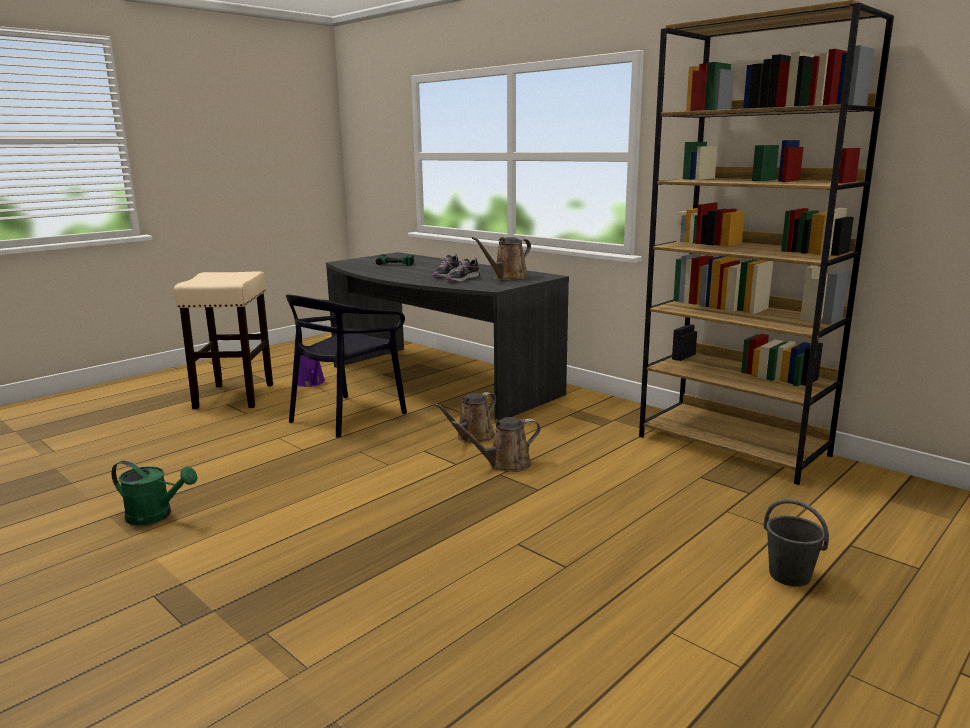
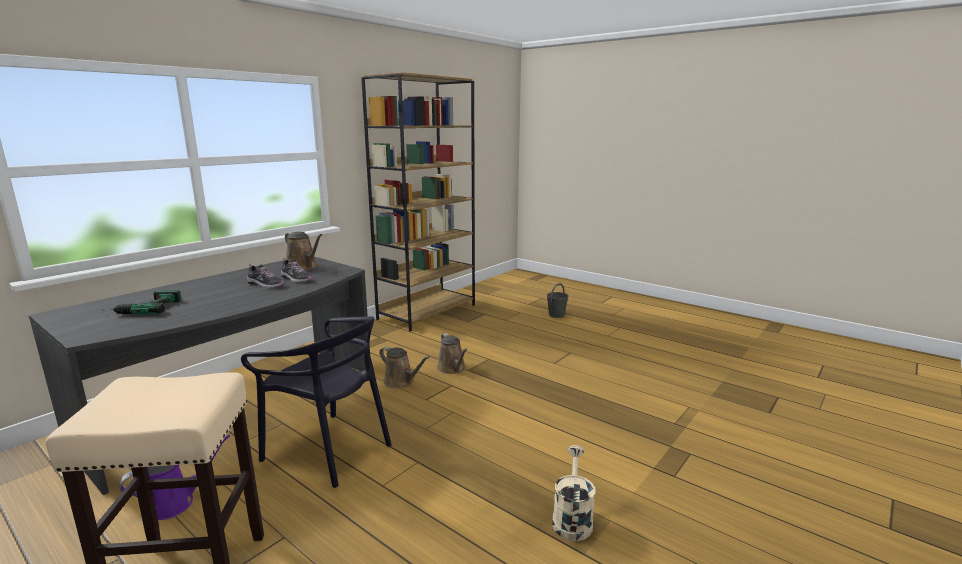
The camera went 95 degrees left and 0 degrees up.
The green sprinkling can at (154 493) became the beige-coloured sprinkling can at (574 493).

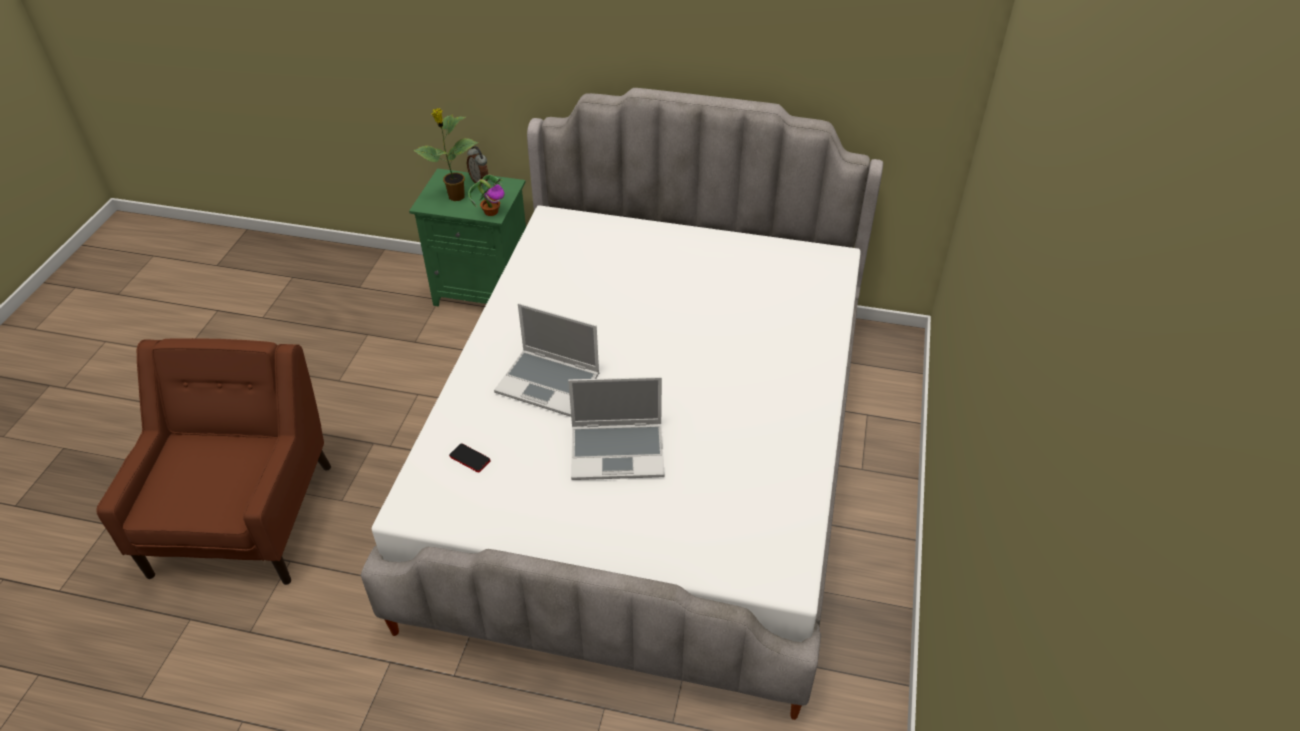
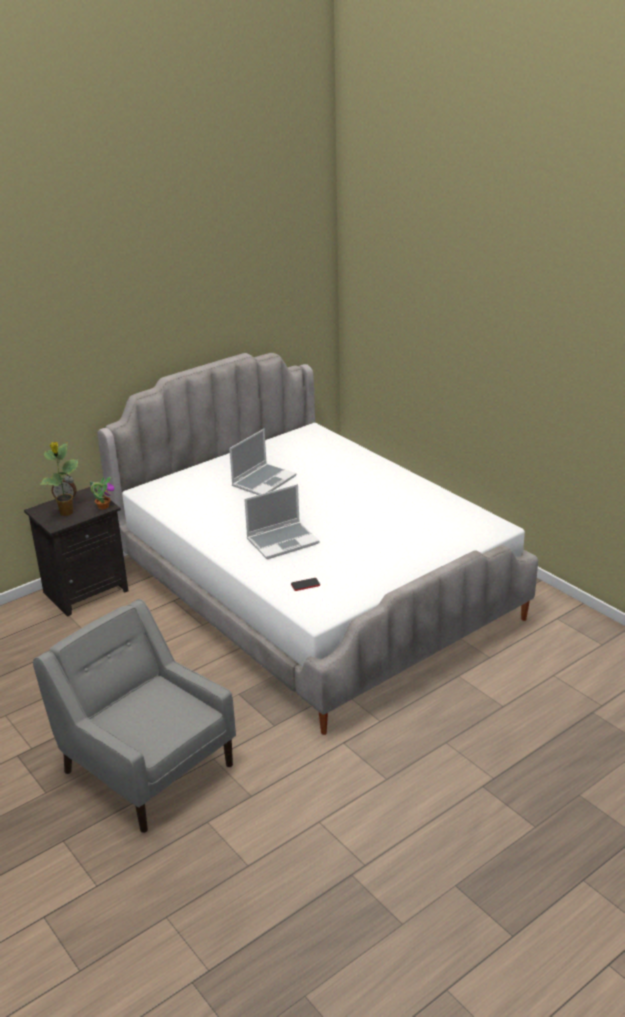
The camera went 50 degrees left and 15 degrees down.
The green night table at (467 237) became the black night table at (76 552).
The brownish easy chair at (213 461) became the greyish easy chair at (134 716).
The portable computer moved from (616 428) to (262 462).

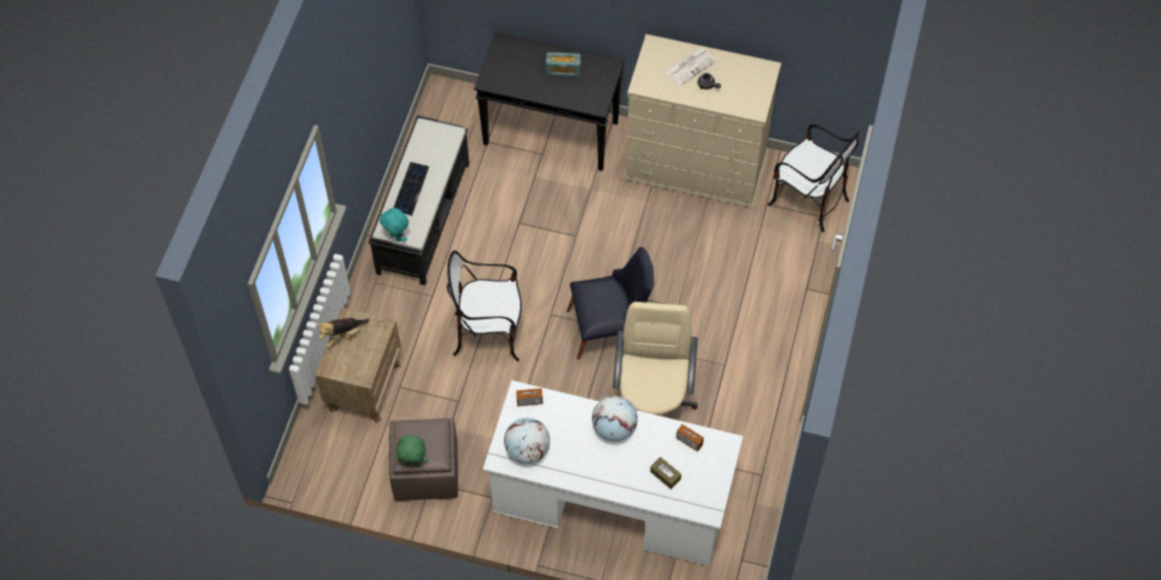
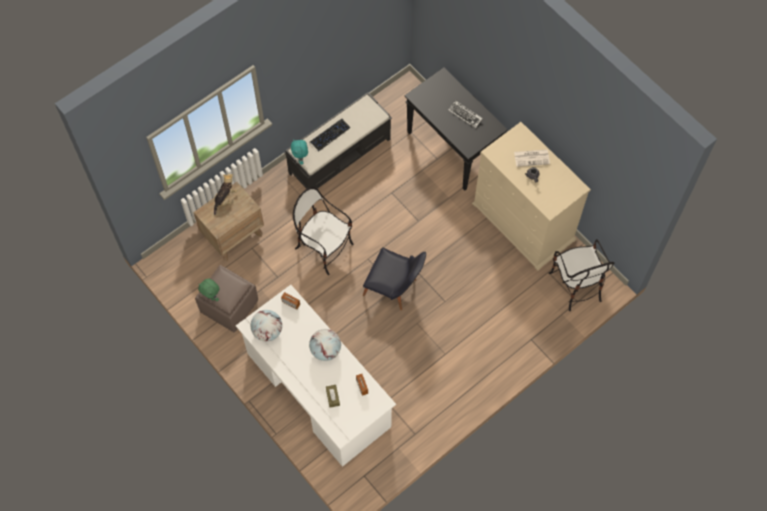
The camera went 35 degrees right and 5 degrees up.
The cuddly toy at (343 333) turned 120 degrees clockwise.
The radio at (563 64) was replaced by the computer keyboard at (465 114).
The beige-coloured office chair at (655 359) disappeared.

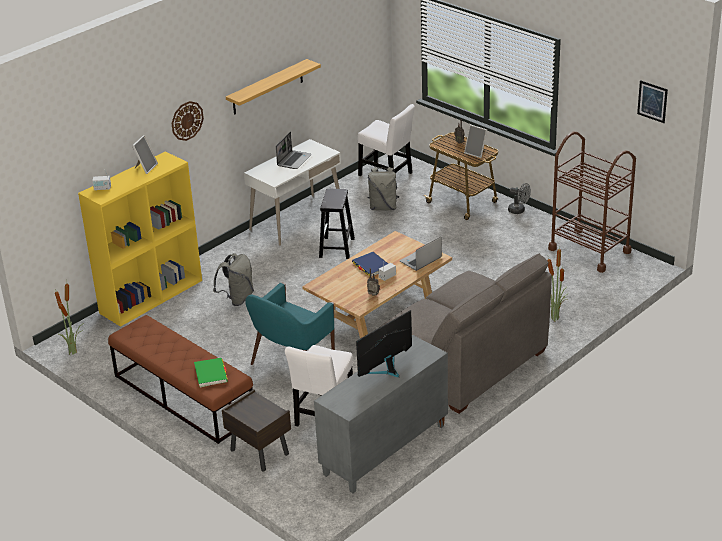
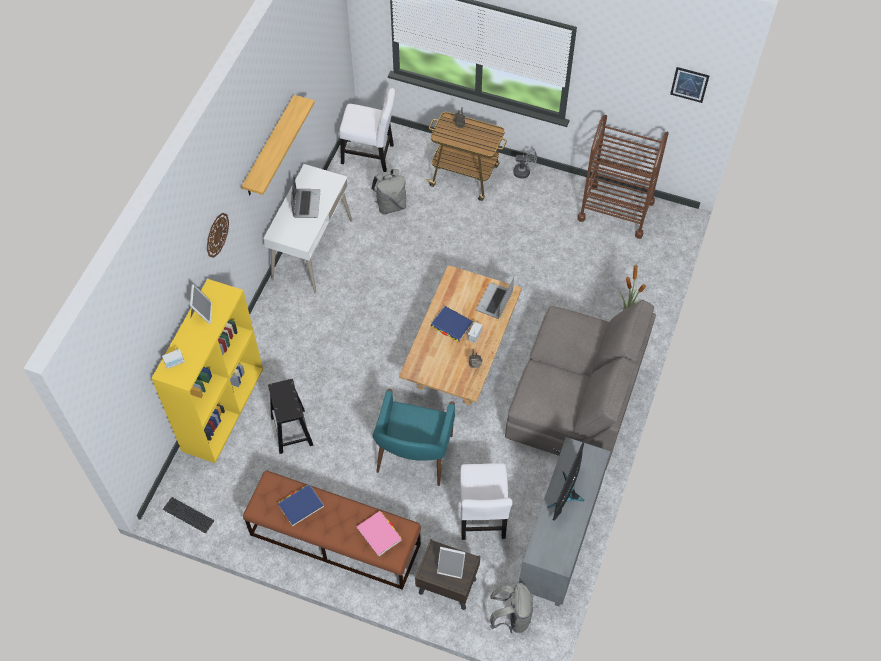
The camera went 25 degrees left and 25 degrees up.
The houseplant at (69 319) was replaced by the computer keyboard at (189 515).
The black stool moved from (337 223) to (290 416).
The bluish book at (301 505) appeared.
The green book at (211 373) became the pinkish book at (379 534).
The standing frame moved from (475 141) to (451 563).
The greyish knapsack moved from (233 279) to (511 608).

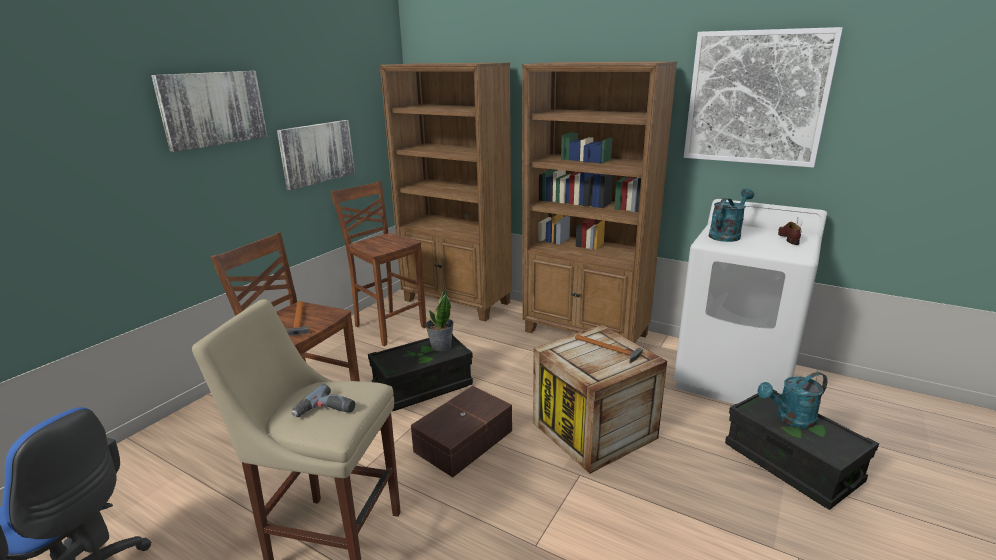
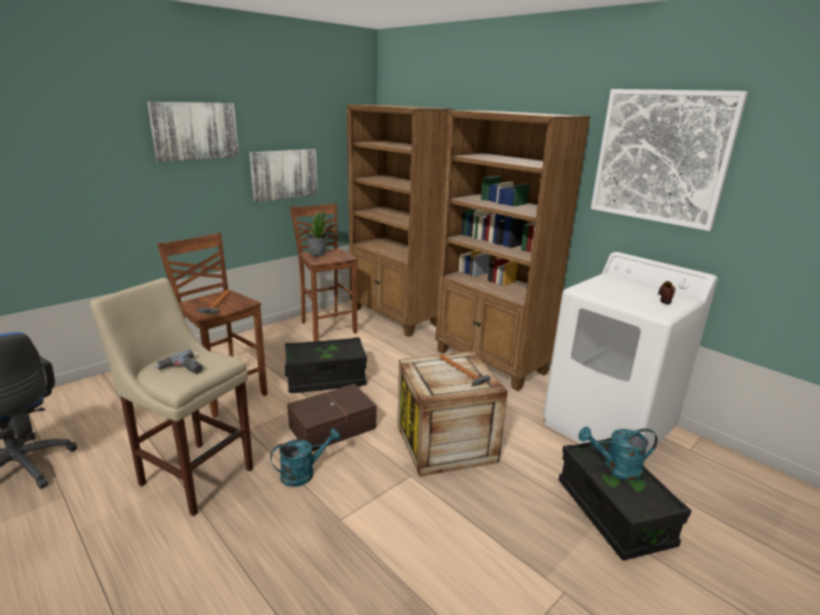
The camera went 15 degrees right and 0 degrees up.
The blue-green sprinkling can moved from (731 215) to (305 457).
The houseplant moved from (439 319) to (316 233).

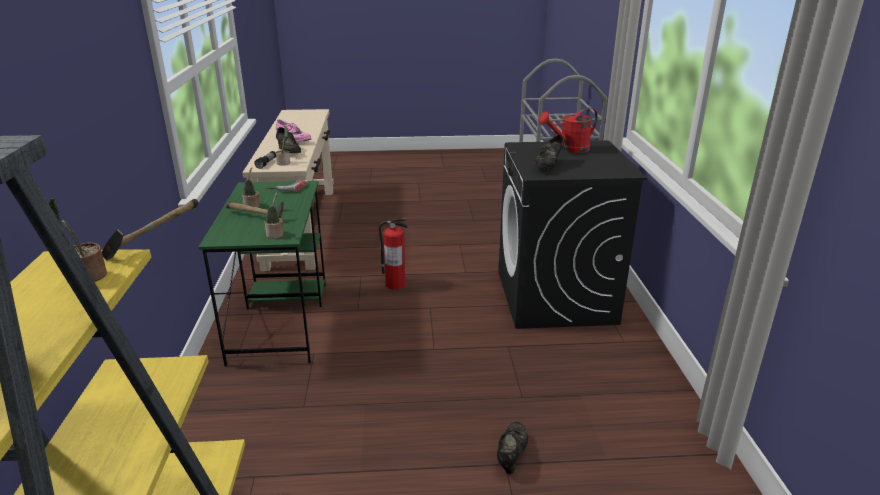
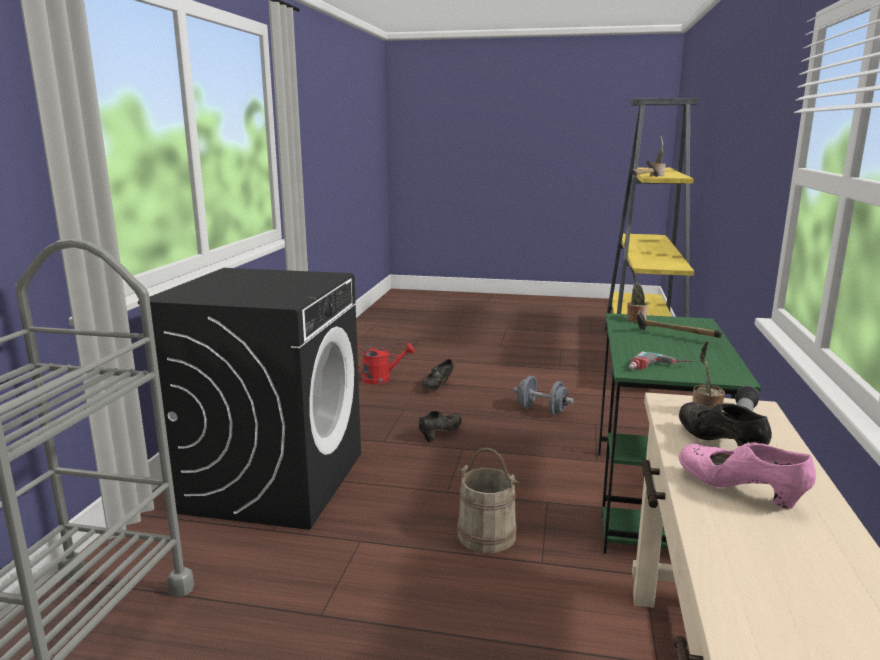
The camera went 165 degrees left and 10 degrees down.
The red-coloured sprinkling can moved from (568 130) to (386 363).
The black shoe moved from (549 152) to (440 426).
The fire extinguisher at (393 254) was replaced by the beige-coloured pail at (488 500).
The greyish free weight at (543 395) appeared.
The houseplant at (251 187) disappeared.

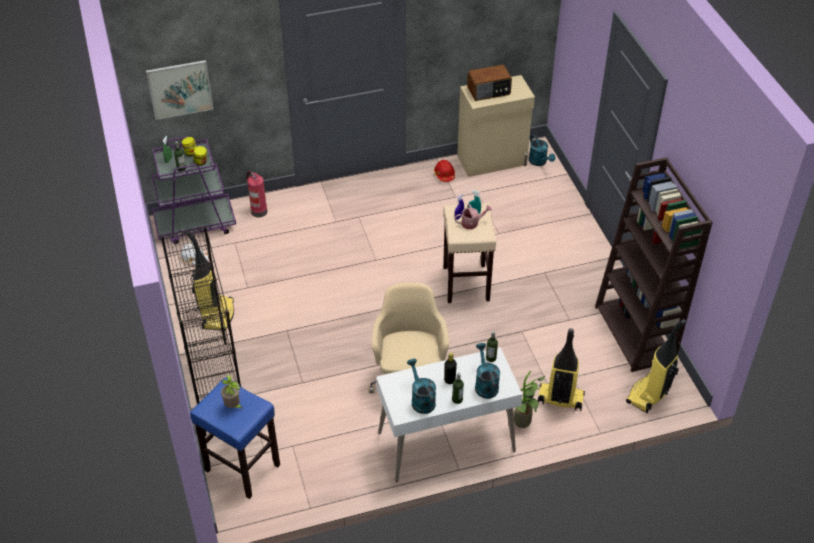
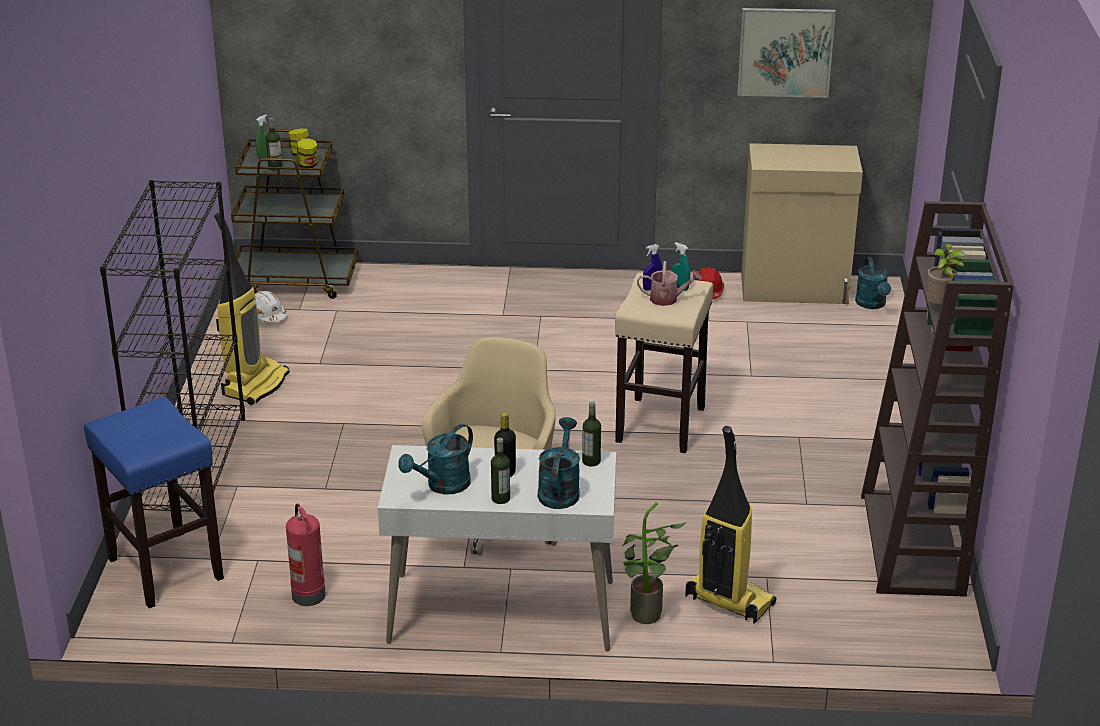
The camera went 20 degrees right and 15 degrees down.
The purple cart at (194 190) became the brownish cart at (294 214).
The fire extinguisher moved from (257 194) to (306 554).
The blue-green sprinkling can at (421 386) turned 135 degrees counterclockwise.
The wall picture moved from (180 90) to (786 53).
The houseplant moved from (232 392) to (945 275).
The radio at (489 82) disappeared.
The vacuum cleaner at (656 366) disappeared.

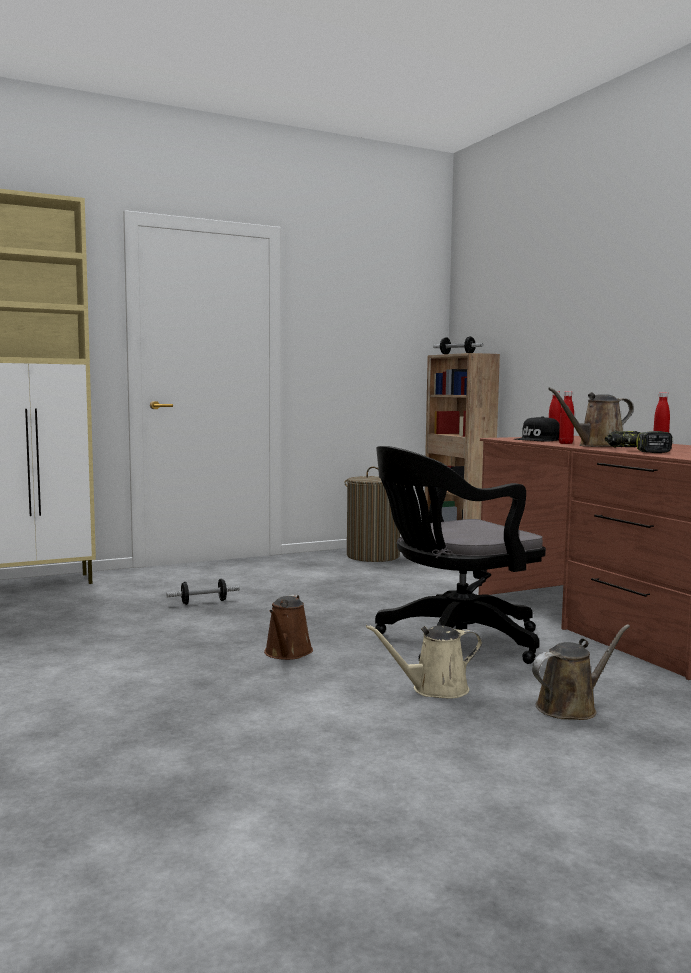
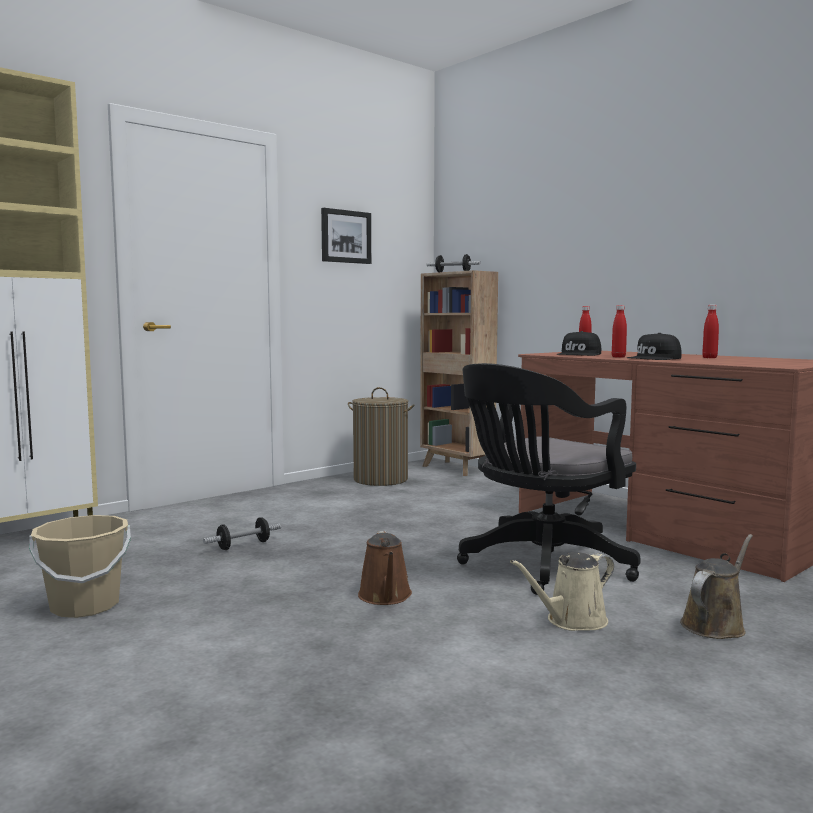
The camera went 15 degrees left and 0 degrees up.
The beige-coloured pail at (80 566) appeared.
The wall picture at (346 236) appeared.
The brownish sprinkling can at (591 417) was replaced by the black cap at (654 346).
The drill at (638 442) disappeared.

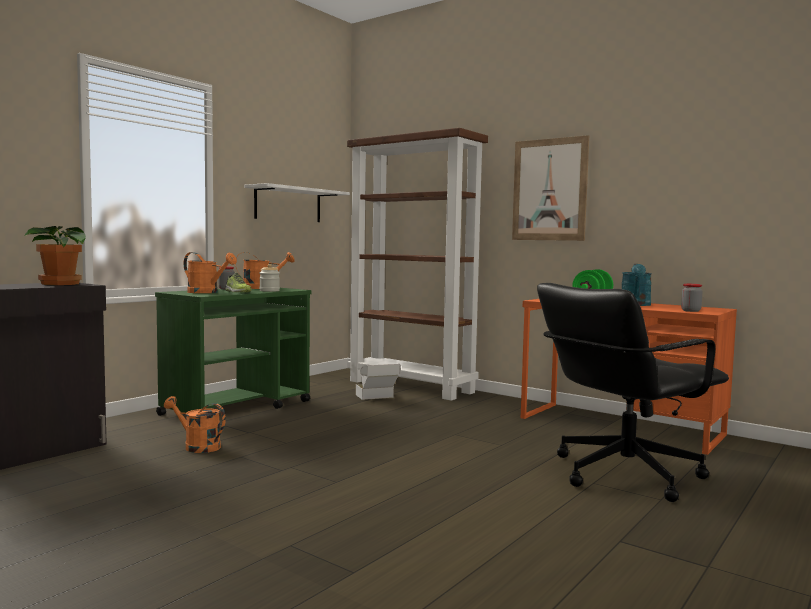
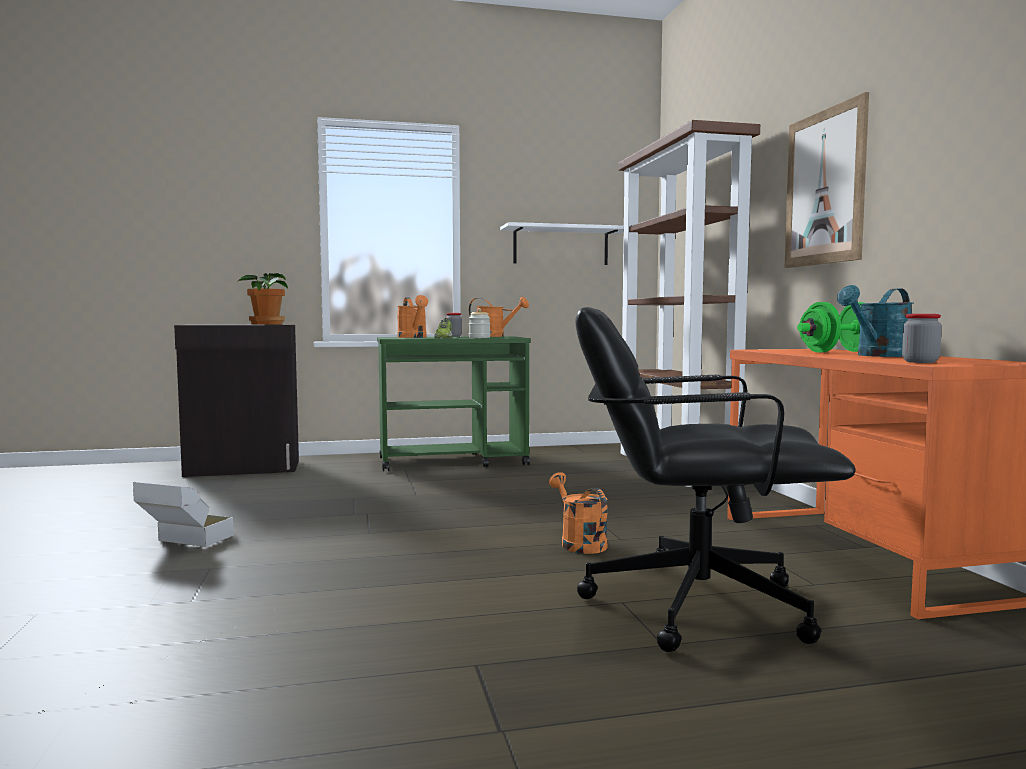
The camera went 40 degrees right and 0 degrees up.
The cardboard box moved from (378 382) to (183 514).
The orange sprinkling can moved from (195 424) to (578 513).

